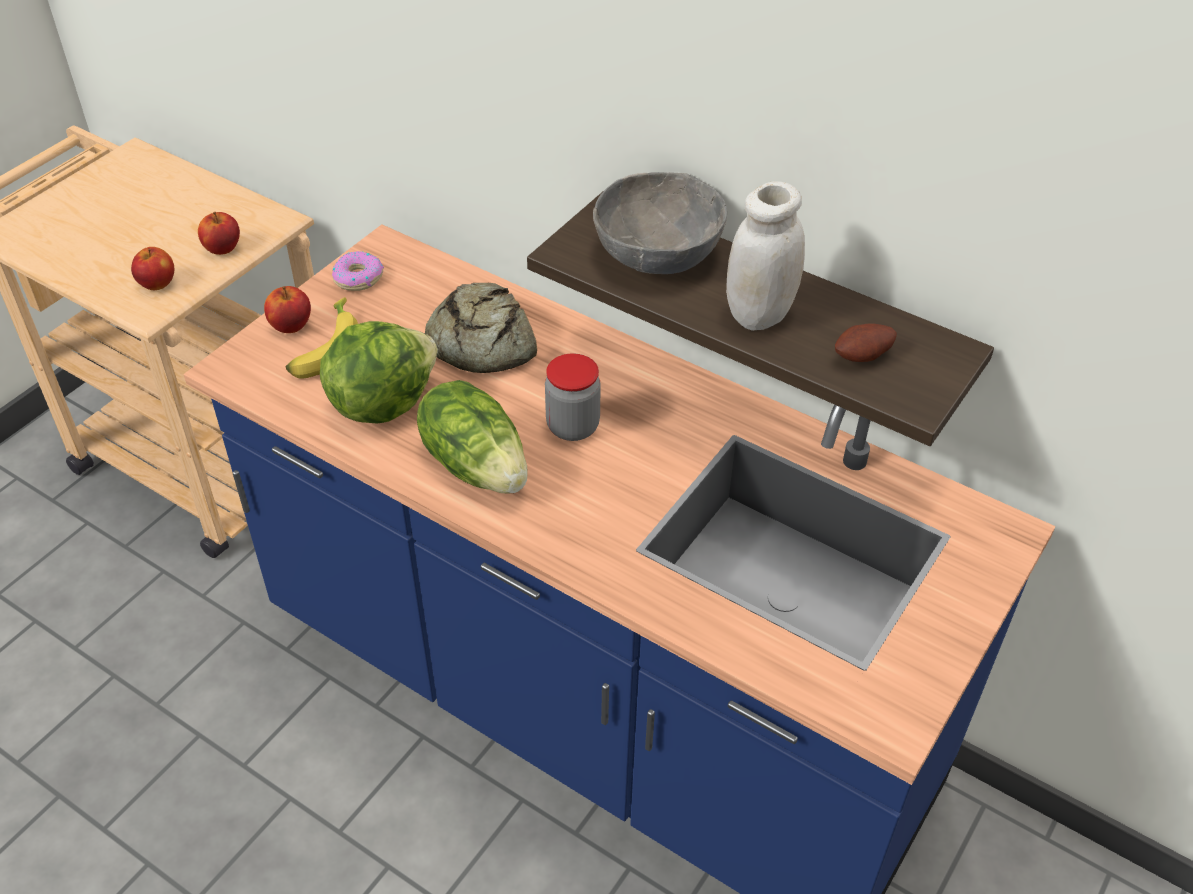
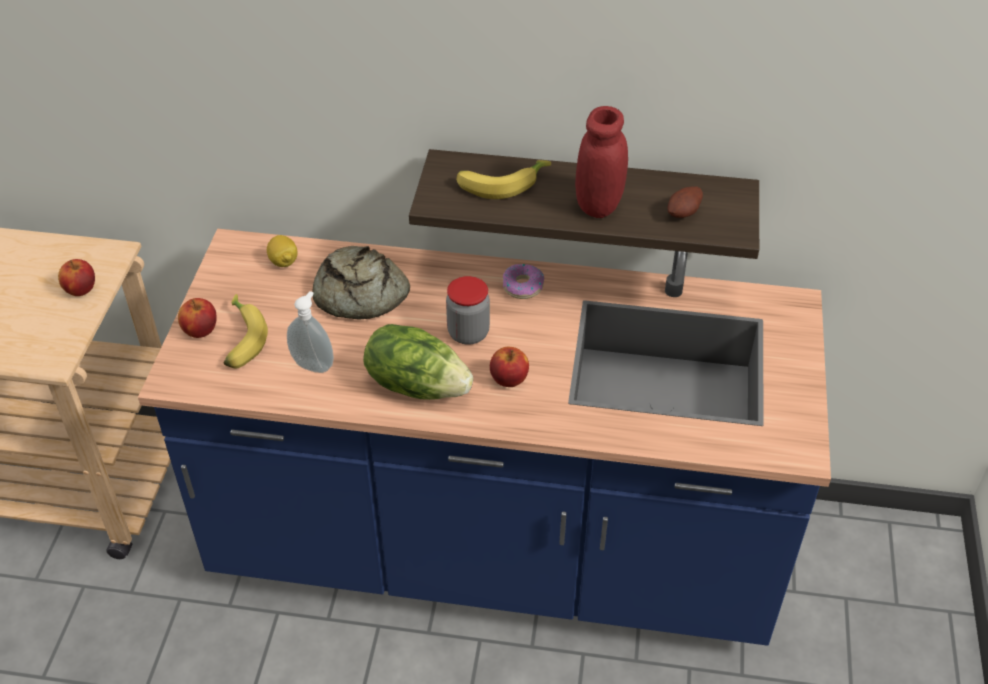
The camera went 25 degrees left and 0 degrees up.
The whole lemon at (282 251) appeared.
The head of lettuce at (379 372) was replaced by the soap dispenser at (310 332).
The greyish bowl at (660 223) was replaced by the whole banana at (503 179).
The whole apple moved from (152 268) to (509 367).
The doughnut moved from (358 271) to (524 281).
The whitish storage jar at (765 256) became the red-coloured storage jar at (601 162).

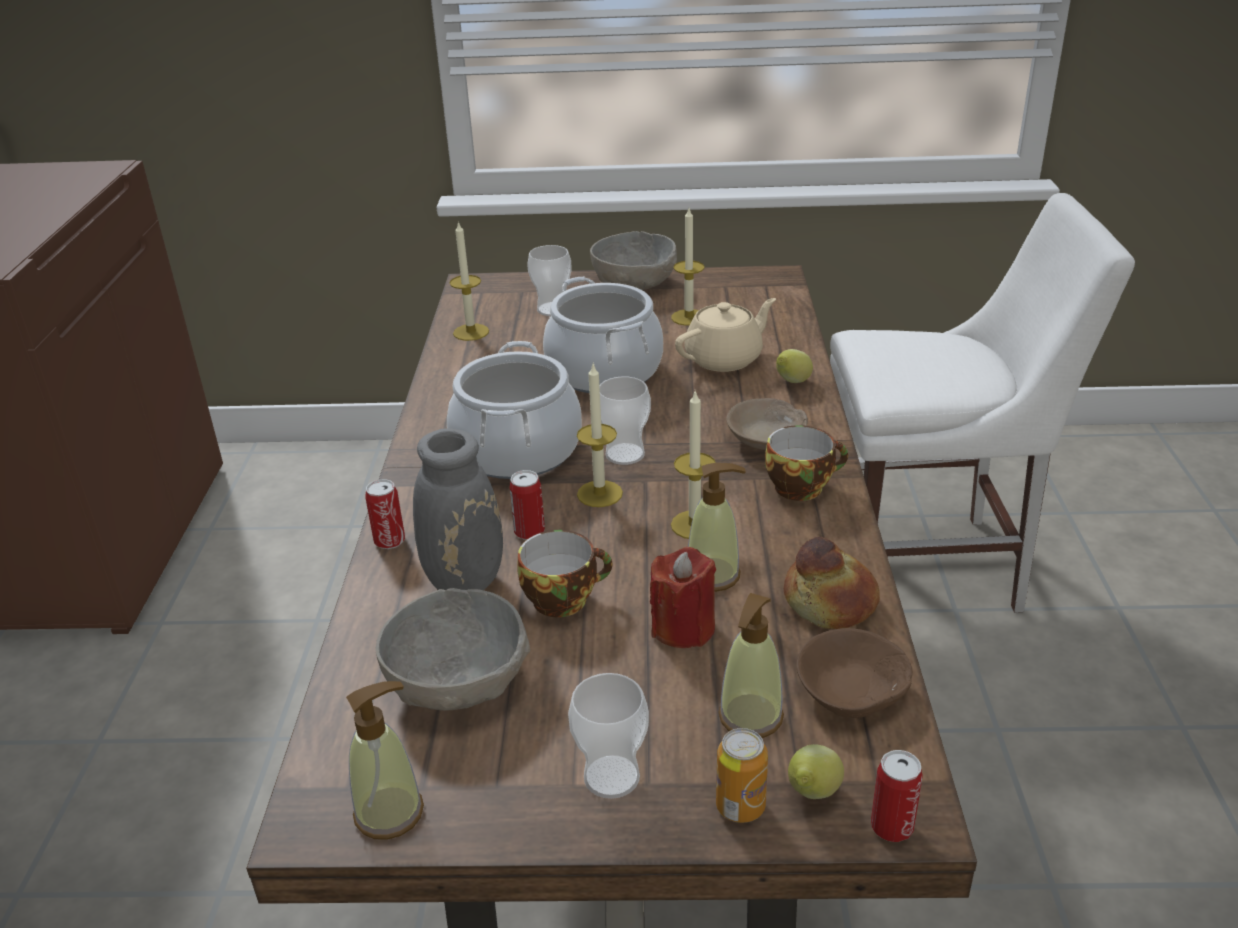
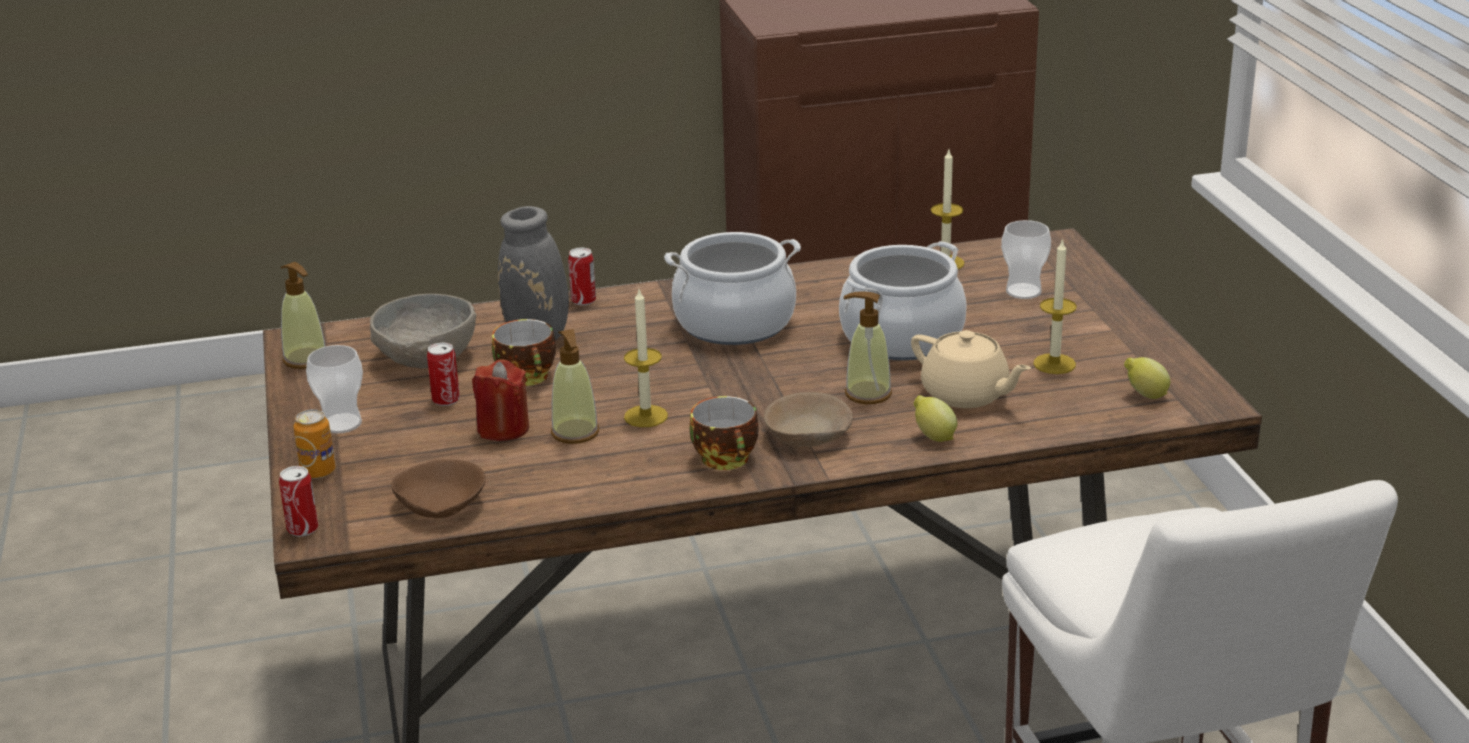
The camera went 75 degrees right and 5 degrees down.
The sealed can moved from (527 505) to (443 374).
The soap dispenser moved from (751 665) to (868 348).
The whole lemon moved from (816 771) to (1147 378).
The wax light at (600 435) disappeared.
The greyish bowl at (633 260) disappeared.
The cup at (625 420) disappeared.
The bakery bread at (832 583) disappeared.

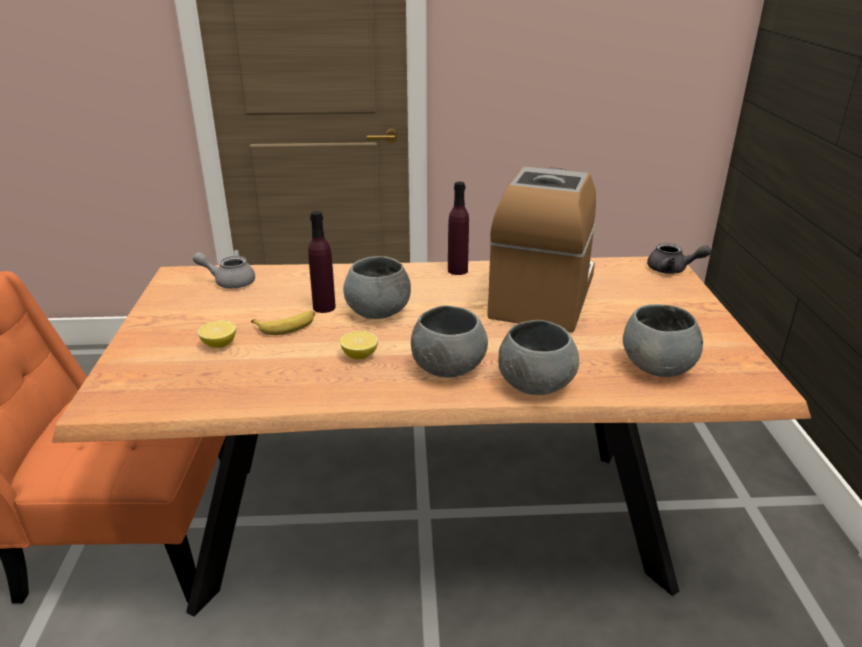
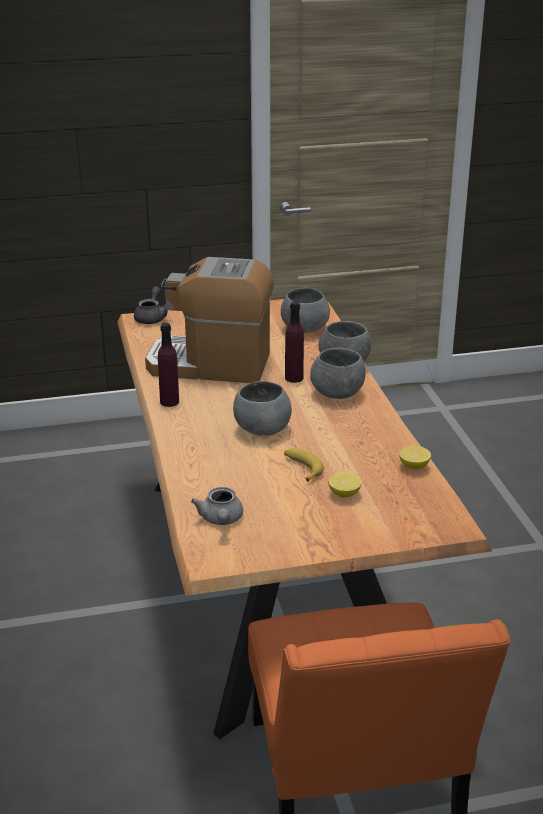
The camera went 100 degrees left and 0 degrees up.
The purple bottle moved from (322 262) to (294 342).
The whole lemon moved from (359 345) to (415 458).

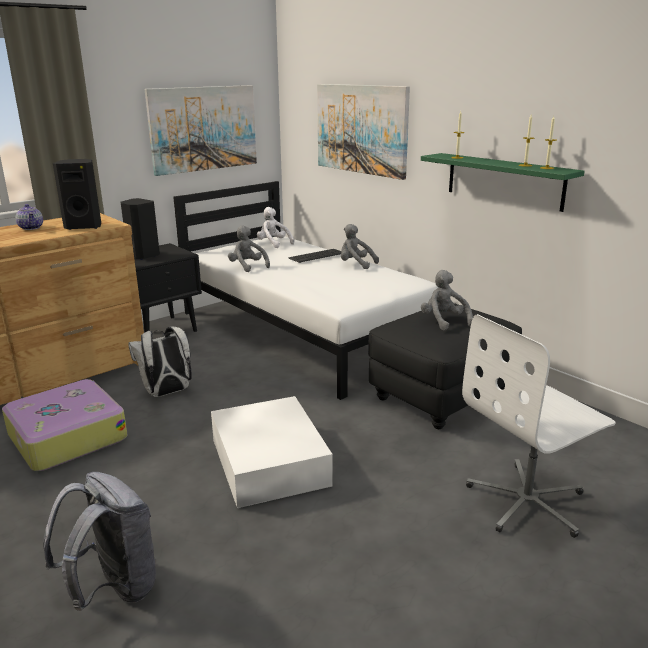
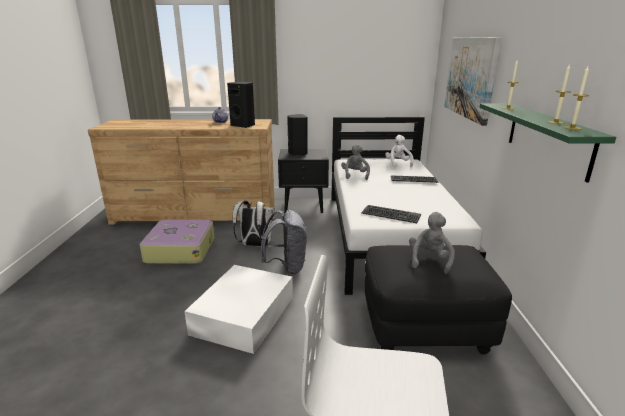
The camera went 40 degrees right and 0 degrees up.
The greyish knapsack moved from (100 541) to (284 242).
The computer keyboard at (391 214) appeared.
The wall picture at (201 130) disappeared.
The greyish cuddly toy at (360 246) disappeared.

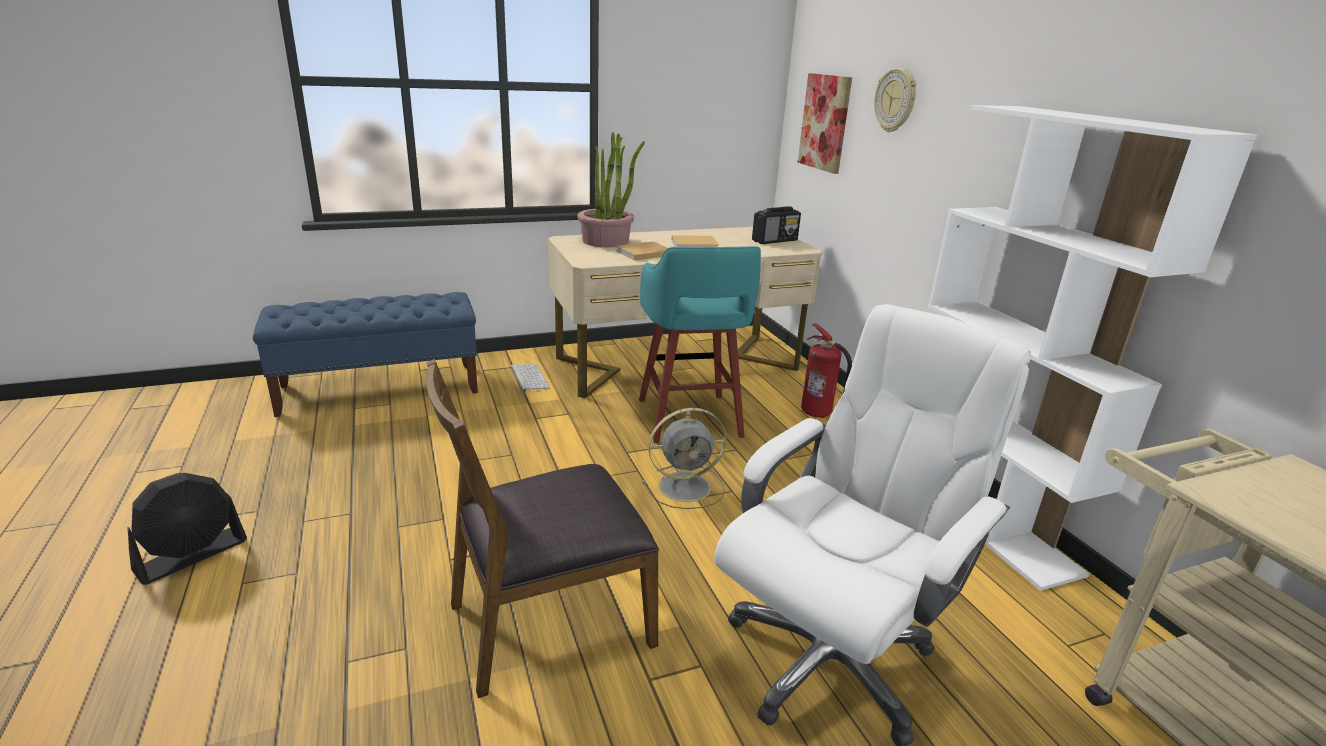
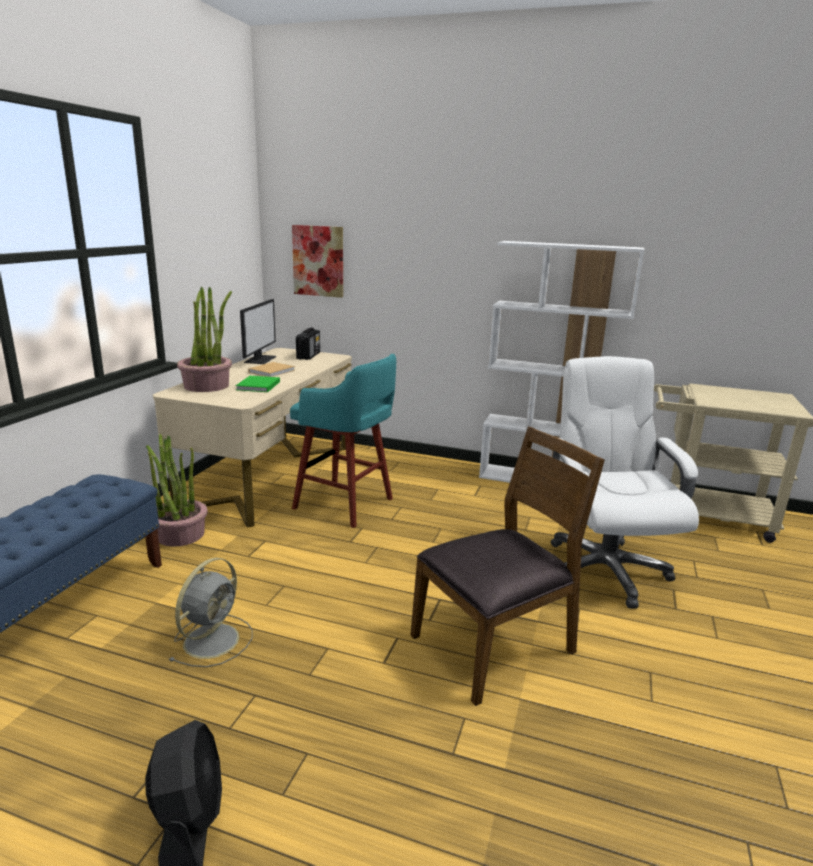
The camera went 50 degrees left and 5 degrees down.
The computer keyboard at (530 378) was replaced by the houseplant at (177 490).
The greyish fan moved from (684 458) to (211 612).
The beige-coloured book at (641 250) became the green book at (258 384).
The monitor at (258 331) appeared.
The brownish upright chair at (542 528) turned 135 degrees counterclockwise.
The fire extinguisher at (826 370) disappeared.
The clock on the wall at (895 100) disappeared.

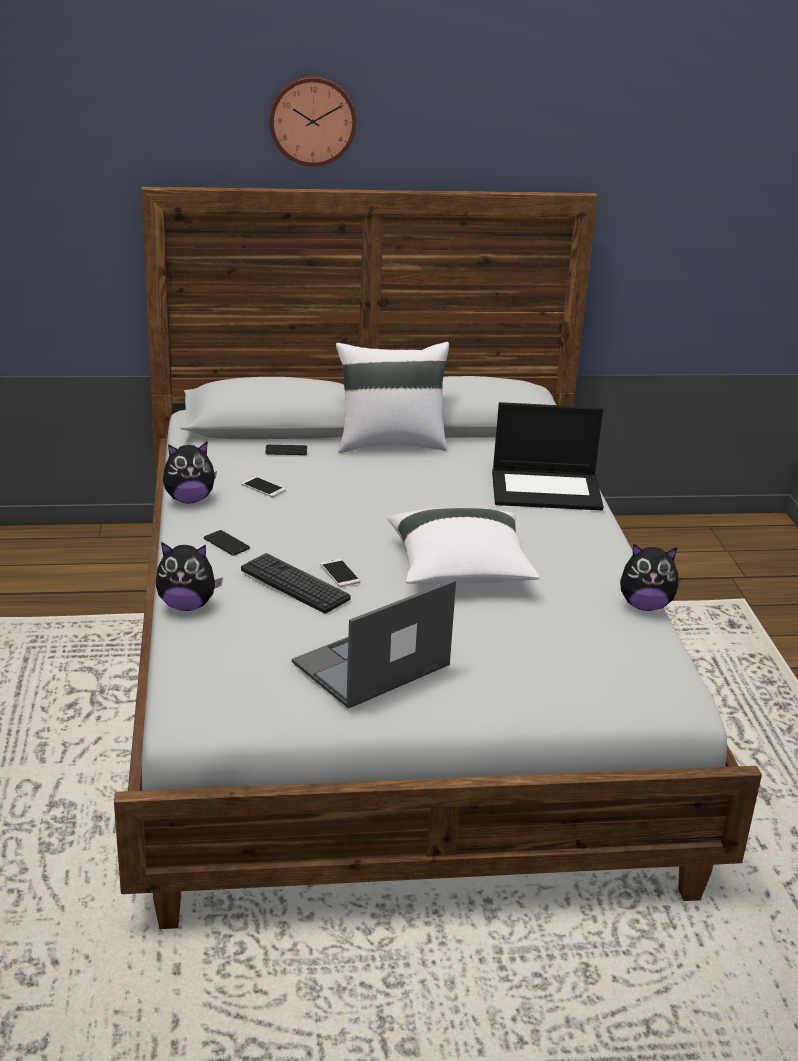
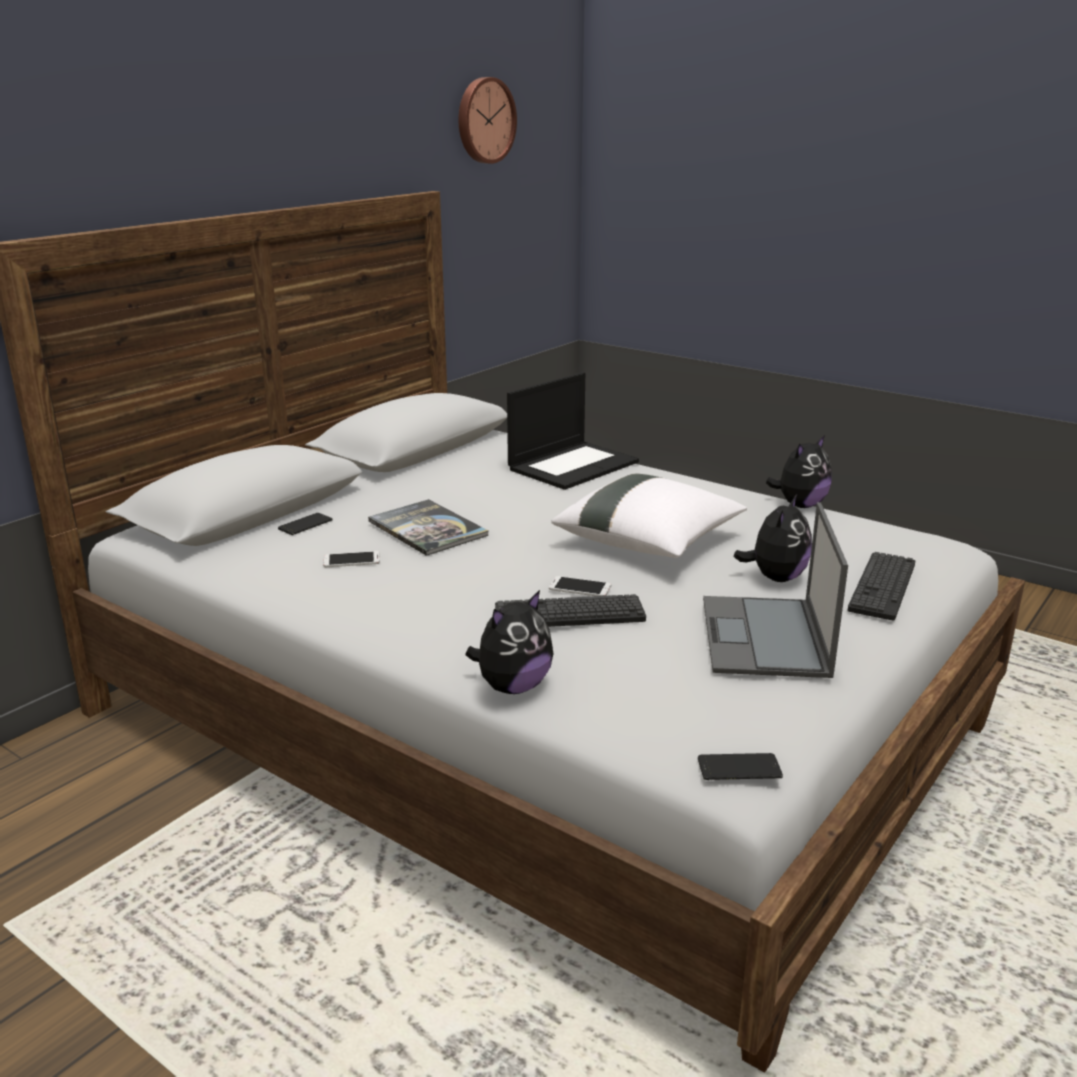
The camera went 45 degrees left and 5 degrees down.
The book at (428 527) appeared.
The clock on the wall moved from (312 121) to (487 120).
The telephone moved from (226 543) to (740 766).
The cuddly toy moved from (190 472) to (772 538).
The computer keyboard at (881 586) appeared.
The whitish pillow at (392 397) disappeared.

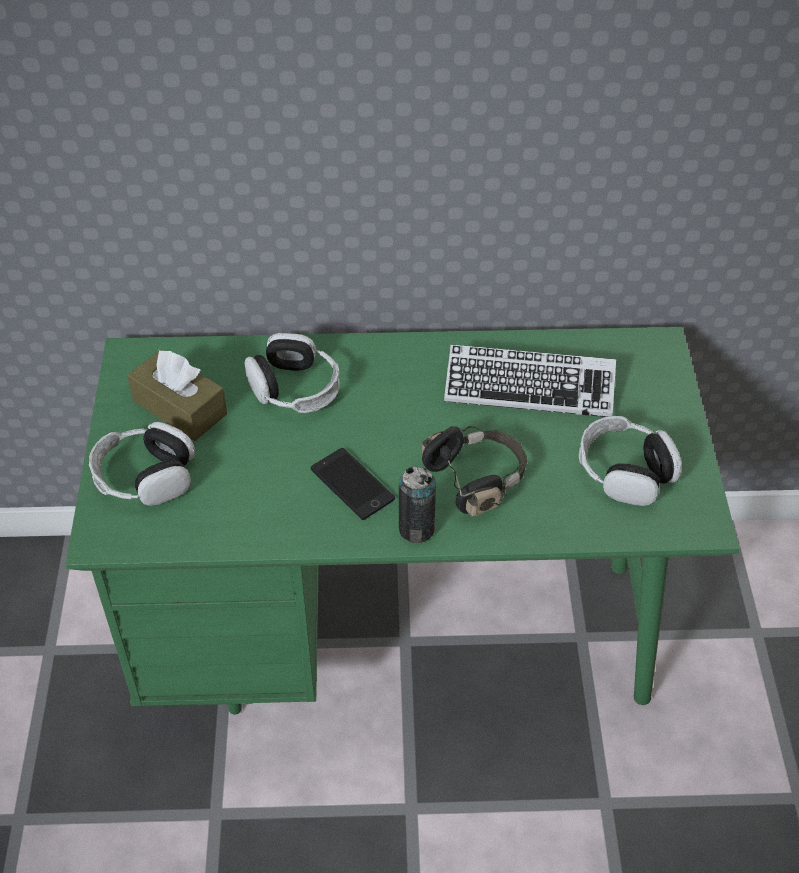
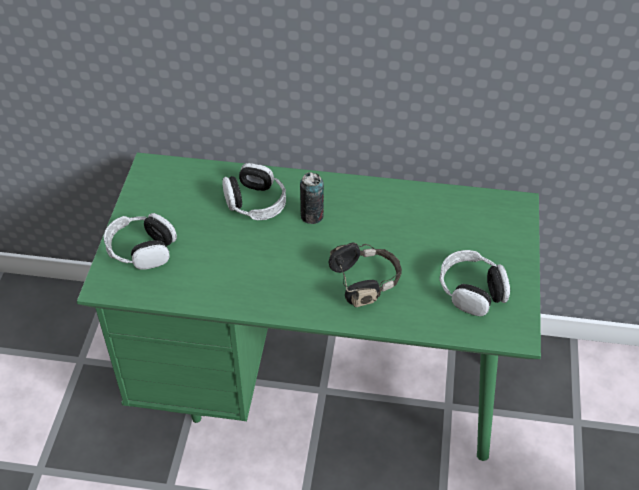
The camera went 10 degrees right and 0 degrees up.
The sealed can moved from (417 504) to (312 198).
The brownish tissue box at (177 395) disappeared.
The telephone at (353 484) disappeared.
The computer keyboard at (530 380) disappeared.

